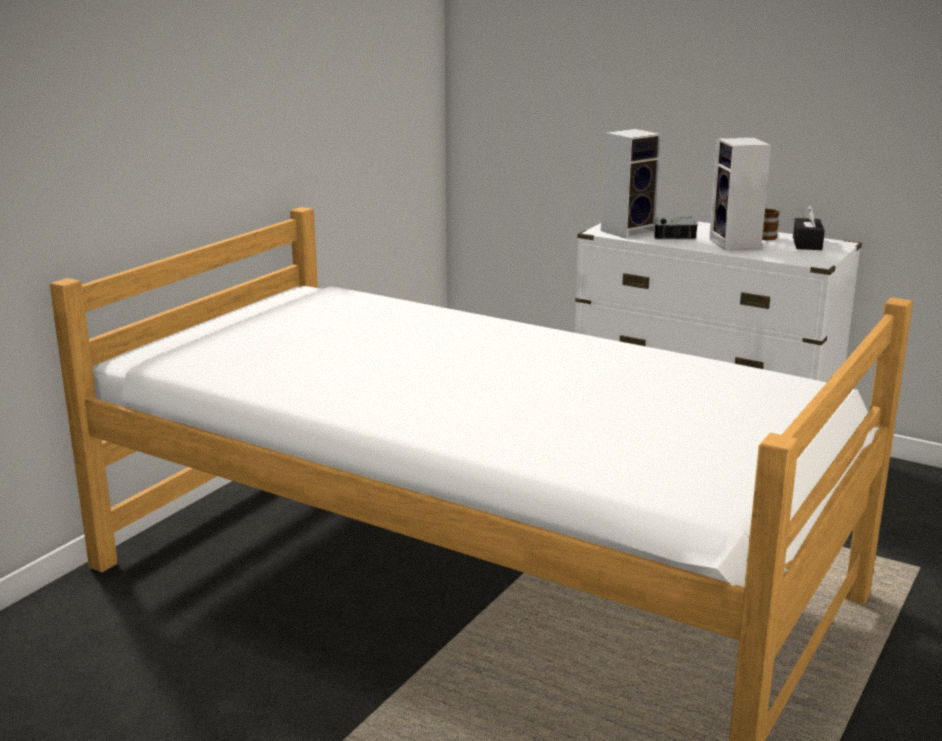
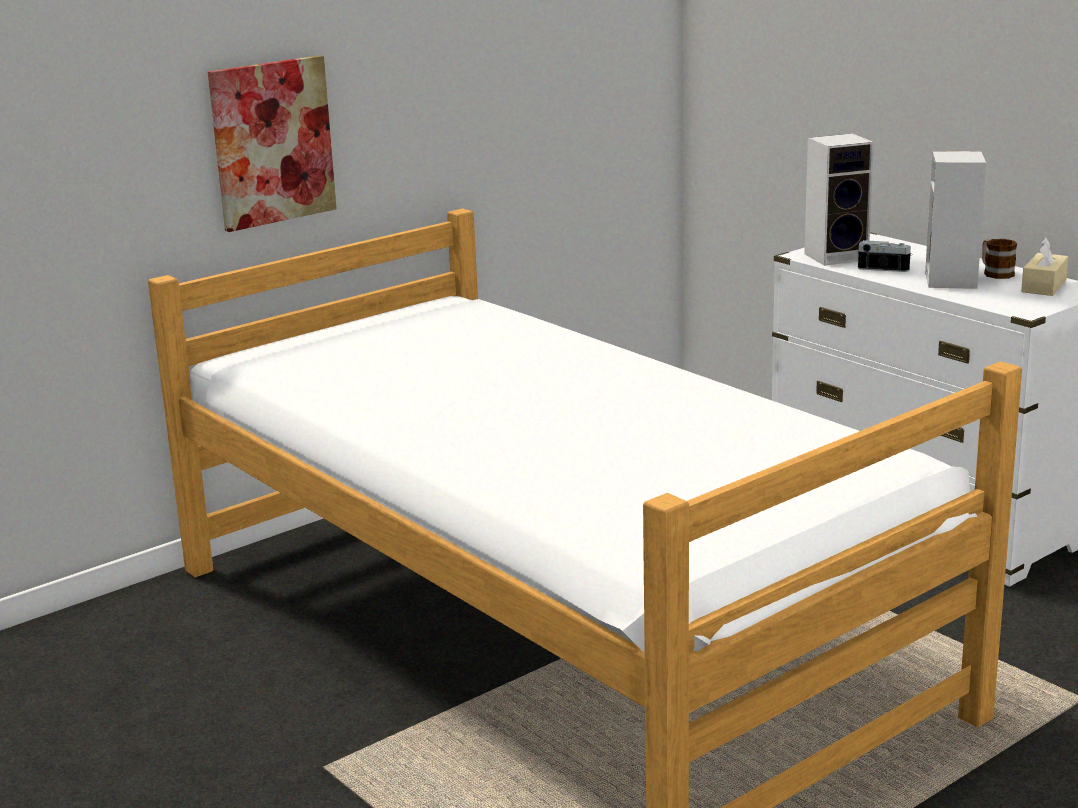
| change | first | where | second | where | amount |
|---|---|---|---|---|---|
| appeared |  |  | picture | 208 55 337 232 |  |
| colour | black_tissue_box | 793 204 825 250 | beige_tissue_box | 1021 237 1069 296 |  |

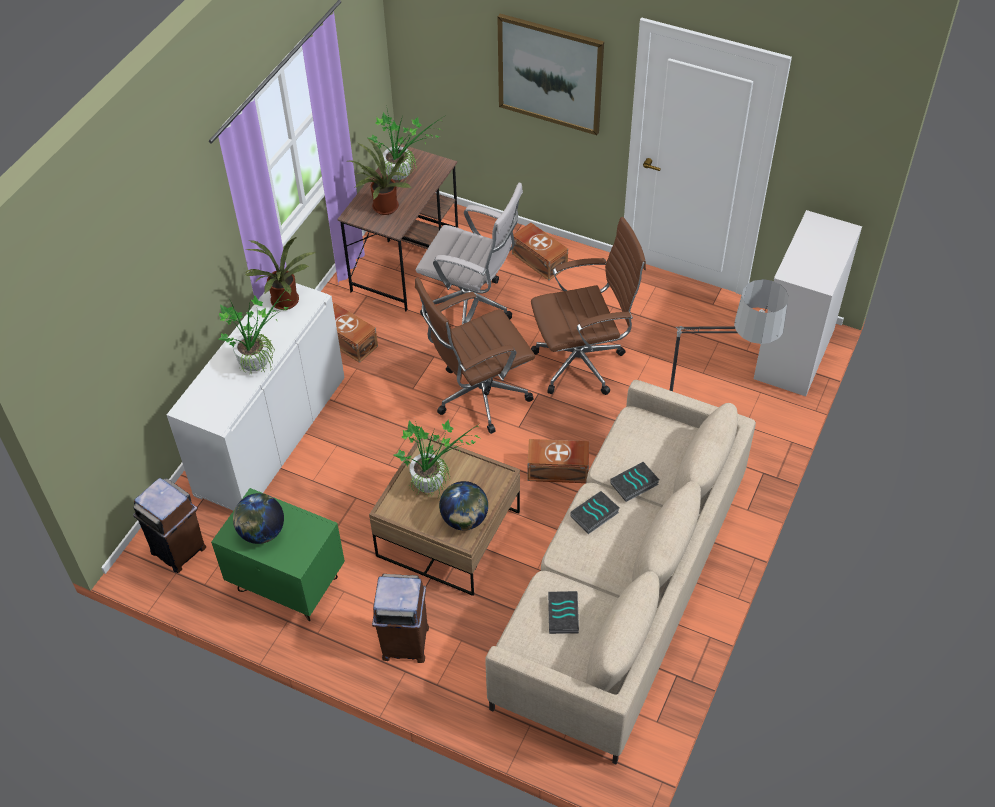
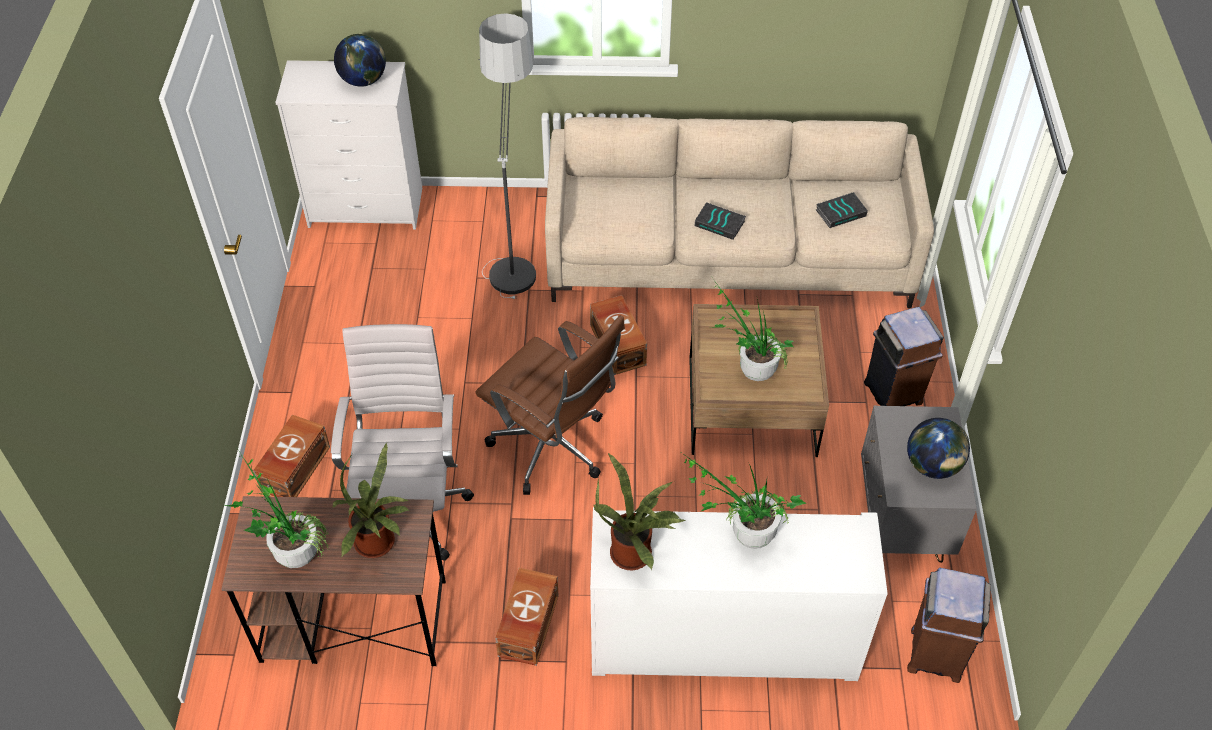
| change | first | where | second | where | amount |
|---|---|---|---|---|---|
| relocated | globe | 439 481 488 531 |  | 334 34 386 87 |  |
| colour | green_nightstand | 211 488 345 621 | grey_nightstand | 861 406 977 563 |  |
| missing | picture | 497 14 604 135 |  |  |  |
| missing | brown_office_chair | 531 217 646 395 |  |  |  |
| missing | book | 610 462 659 502 |  |  |  |

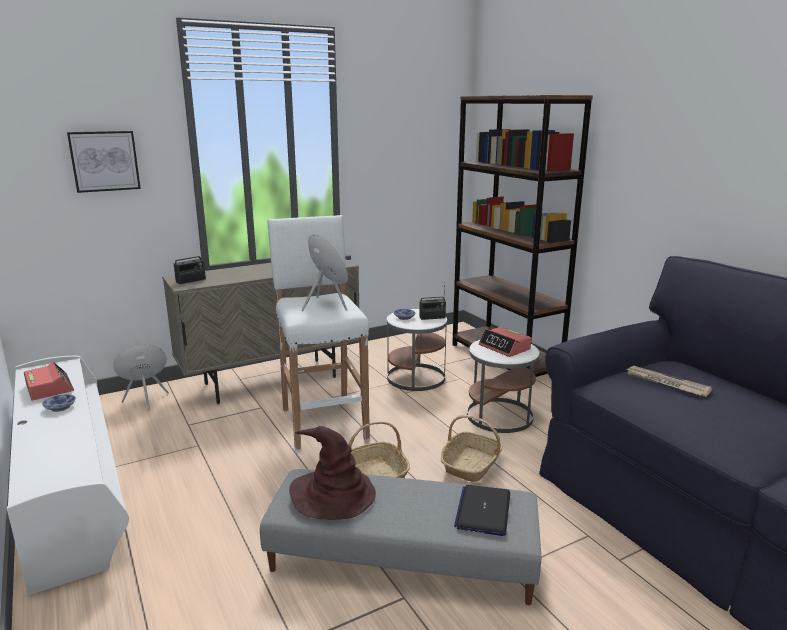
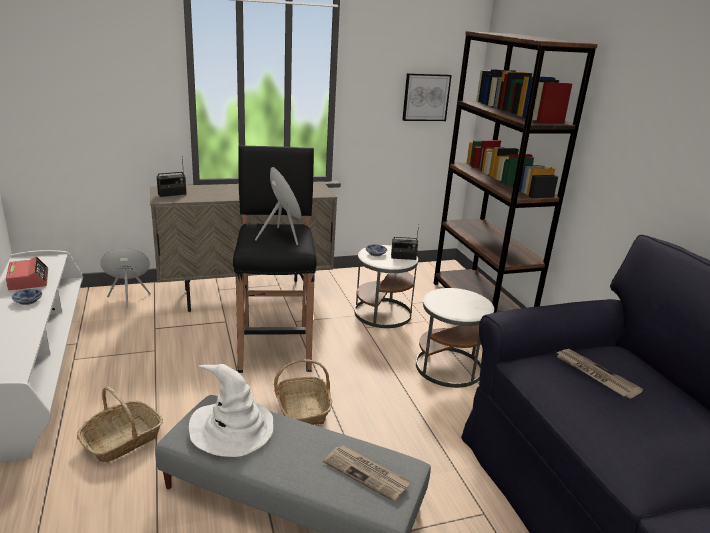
| change | first | where | second | where | amount |
|---|---|---|---|---|---|
| relocated | basket | 441 415 503 482 |  | 77 386 163 462 |  |
| colour | brown_hat | 289 426 376 520 | white_hat | 189 364 273 457 |  |
| colour | white_stool | 267 215 370 453 | black_stool | 233 145 317 373 |  |
| exchanged | laptop | 454 485 510 536 | newspaper | 323 445 411 502 |  |
| relocated | picture | 67 131 141 193 |  | 402 73 452 121 |  |
| missing | alarm_clock | 479 327 531 357 |  |  |  |

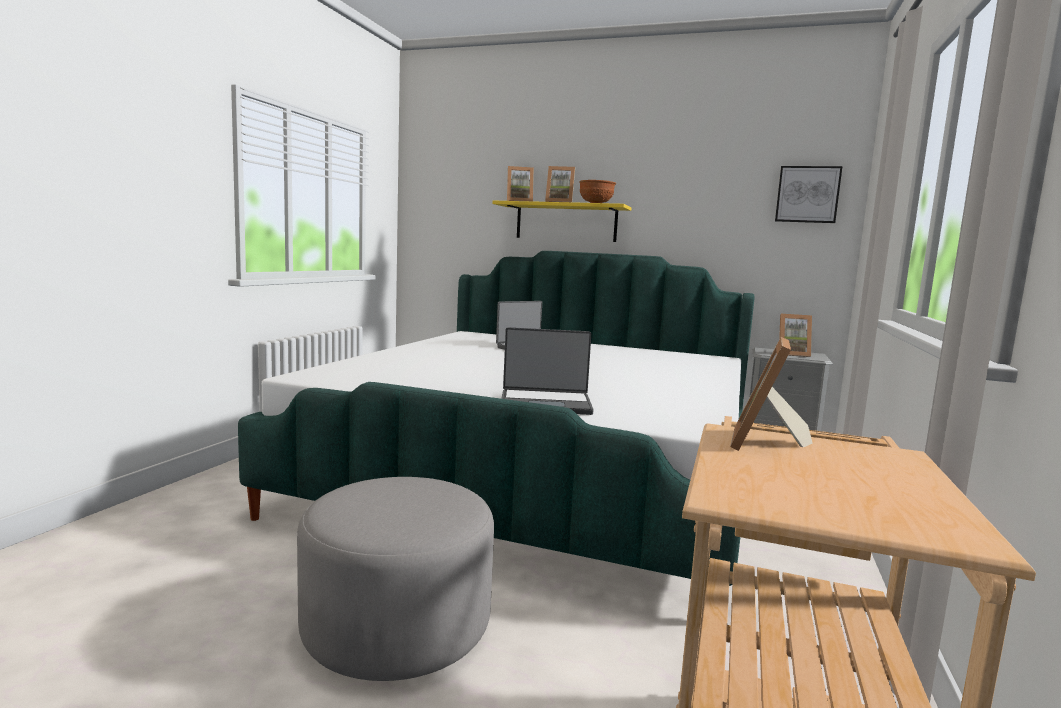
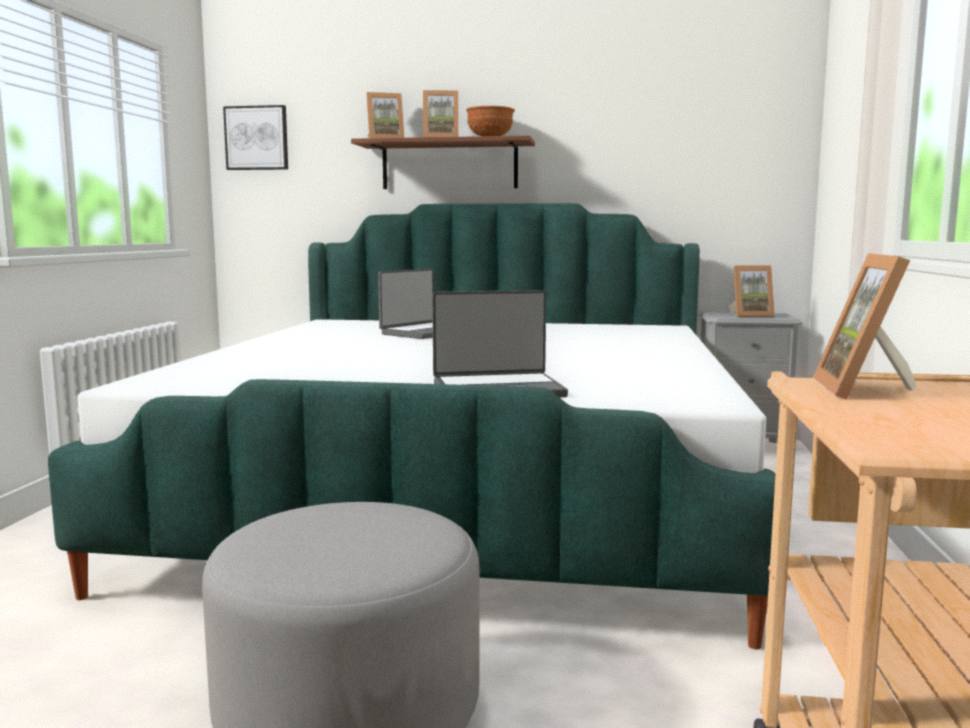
| change | first | where | second | where | amount |
|---|---|---|---|---|---|
| relocated | picture | 775 166 843 223 |  | 223 105 288 170 |  |
| colour | yellow_shelf | 492 200 632 242 | brown_shelf | 351 136 535 189 |  |

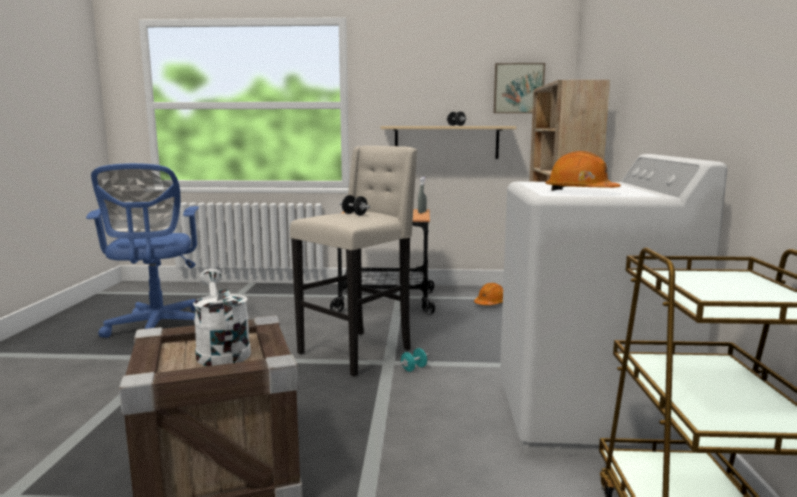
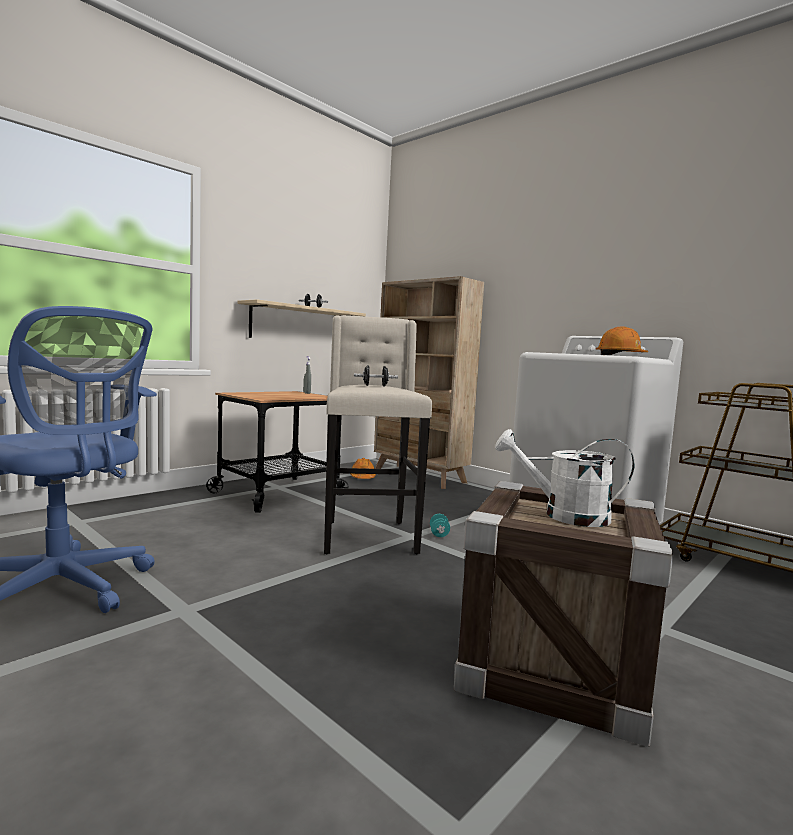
| change | first | where | second | where | amount |
|---|---|---|---|---|---|
| missing | picture | 494 63 545 113 |  |  |  |

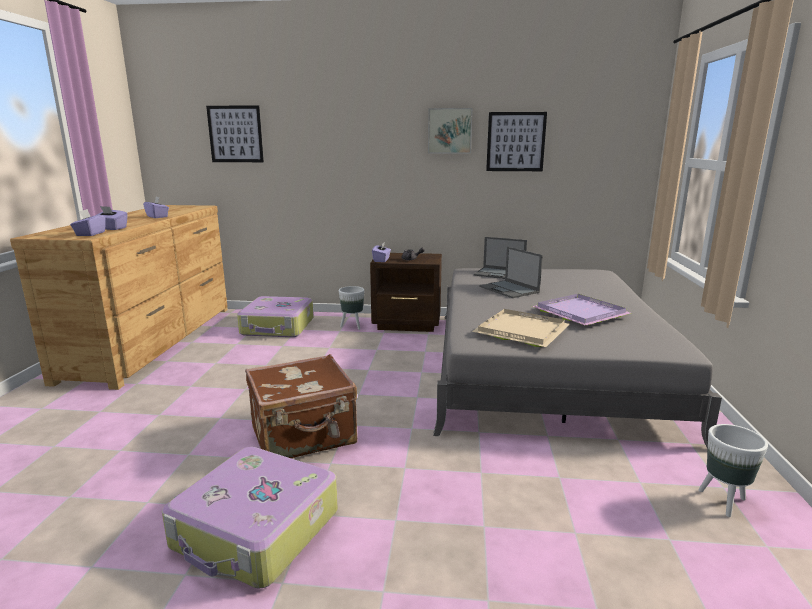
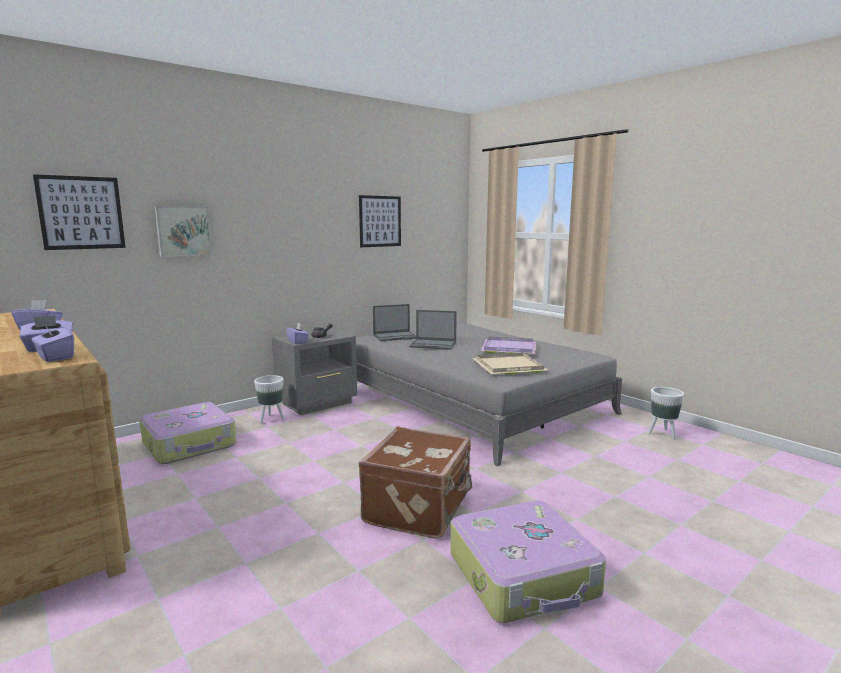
| change | first | where | second | where | amount |
|---|---|---|---|---|---|
| relocated | picture | 428 108 472 154 |  | 154 206 212 257 |  |
| colour | brown_nightstand | 370 253 442 332 | grey_nightstand | 272 328 357 415 |  |

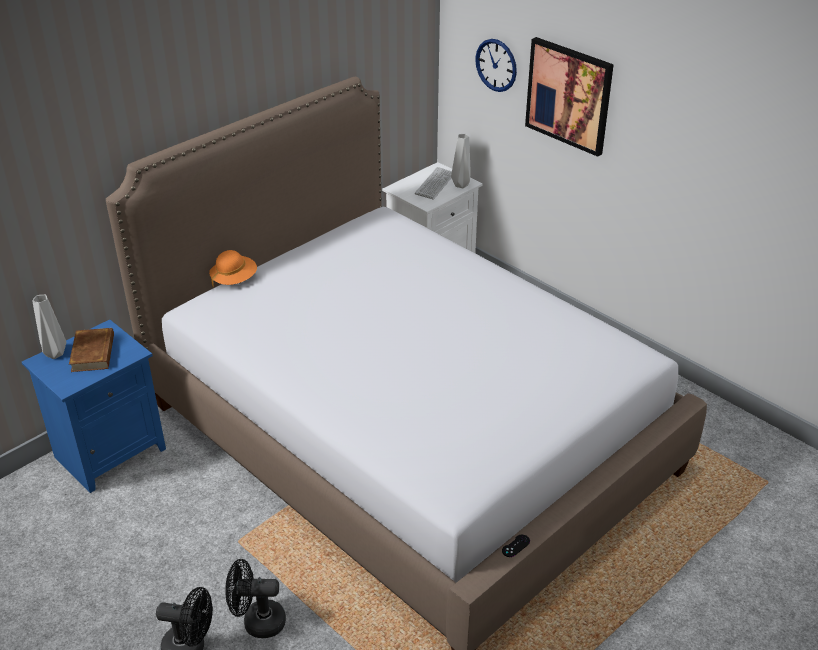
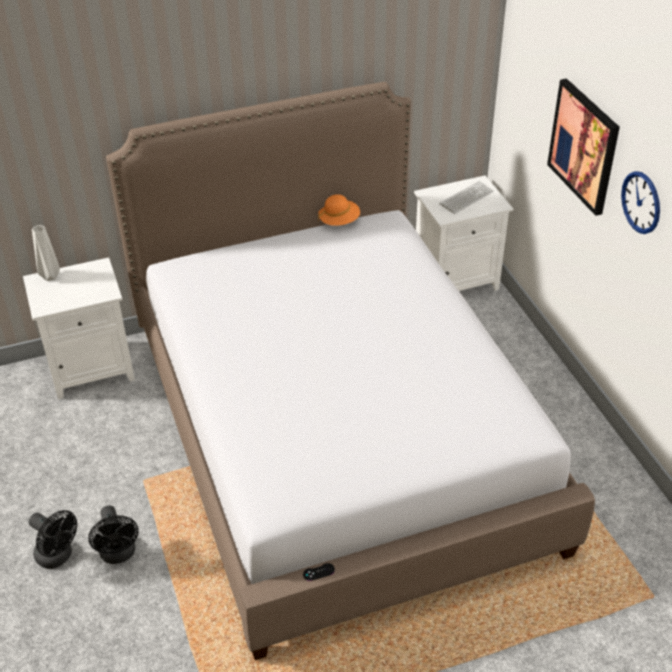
| change | first | where | second | where | amount |
|---|---|---|---|---|---|
| colour | blue_nightstand | 22 320 166 493 | white_nightstand | 23 257 135 400 |  |
| spun | black_fan | 225 559 286 638 |  | 88 505 139 564 | 135 degrees counterclockwise |
| relocated | orange_hat | 209 250 257 287 |  | 318 194 360 226 |  |
| relocated | wall_clock | 475 39 517 92 |  | 621 171 660 234 |  |
| missing | brown_book | 69 328 114 372 |  |  |  |
| missing | grey_vase | 451 134 471 188 |  |  |  |

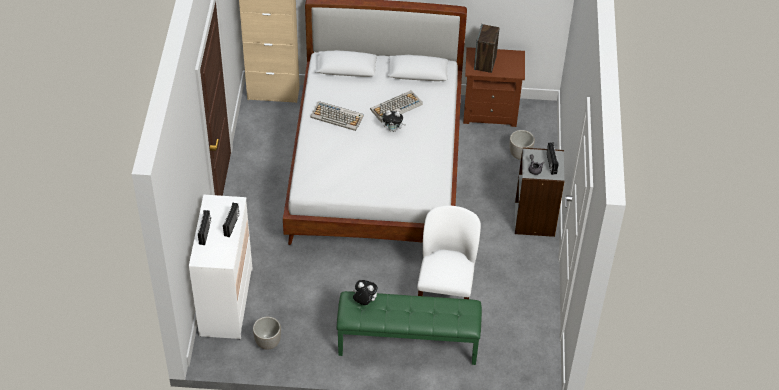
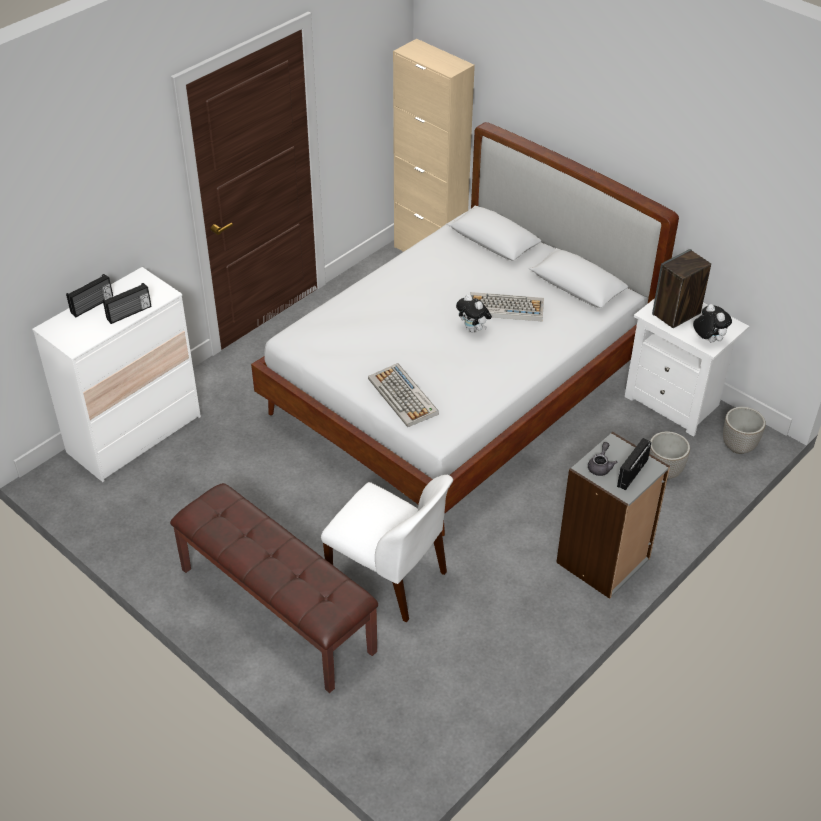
| change | first | where | second | where | amount |
|---|---|---|---|---|---|
| colour | green_bench | 337 291 482 365 | brown_bench | 170 483 378 693 |  |
| spun | white_chair | 417 206 481 299 |  | 321 475 453 622 | 75 degrees clockwise |
| relocated | keyboard | 310 101 364 131 |  | 368 363 439 427 |  |
| colour | brown_nightstand | 463 47 525 127 | white_nightstand | 625 298 749 437 |  |
| relocated | plush_toy | 352 280 378 305 |  | 693 304 732 342 |  |
| relocated | planter | 253 317 281 350 |  | 723 407 766 454 |  |

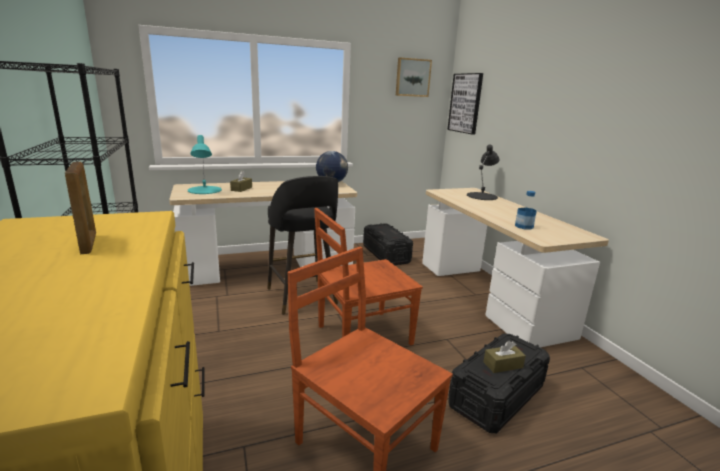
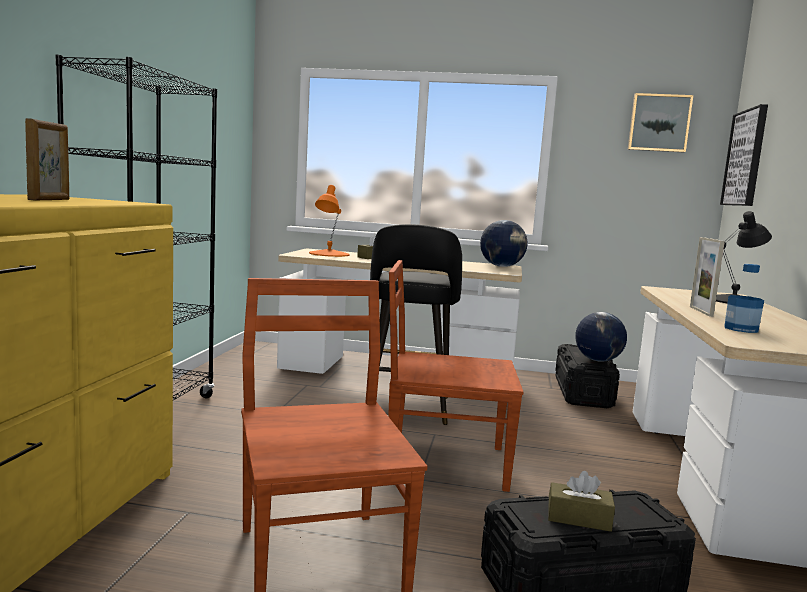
| change | first | where | second | where | amount |
|---|---|---|---|---|---|
| colour | turquoise_table_lamp | 188 135 222 194 | orange_table_lamp | 309 185 349 257 |  |
| appeared |  |  | globe | 575 312 627 362 |  |
| appeared |  |  | picture_frame | 690 237 725 317 |  |

